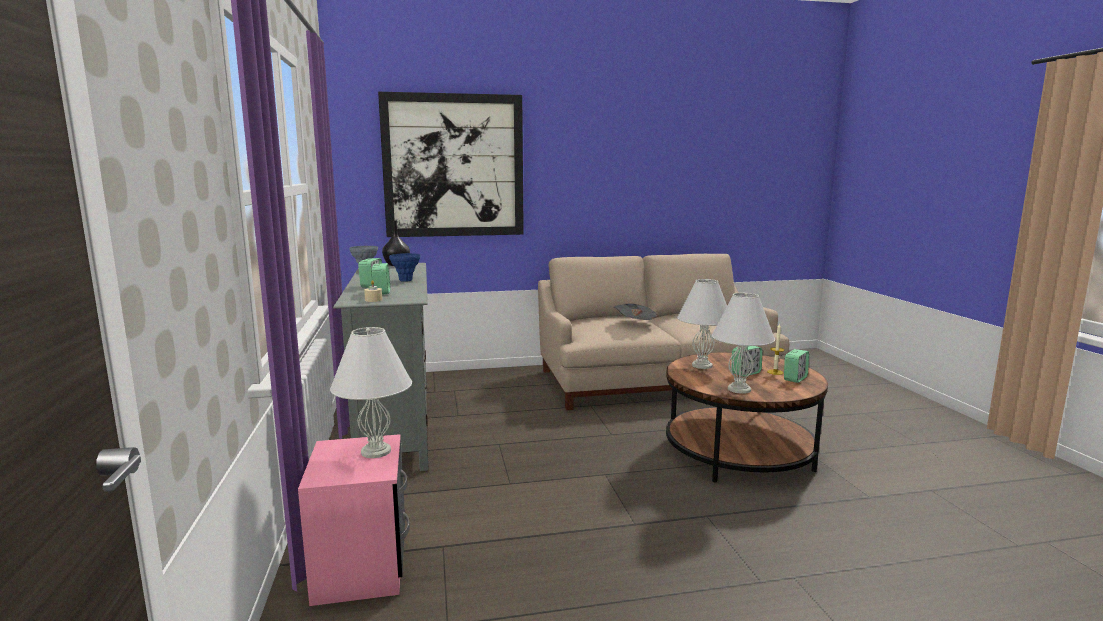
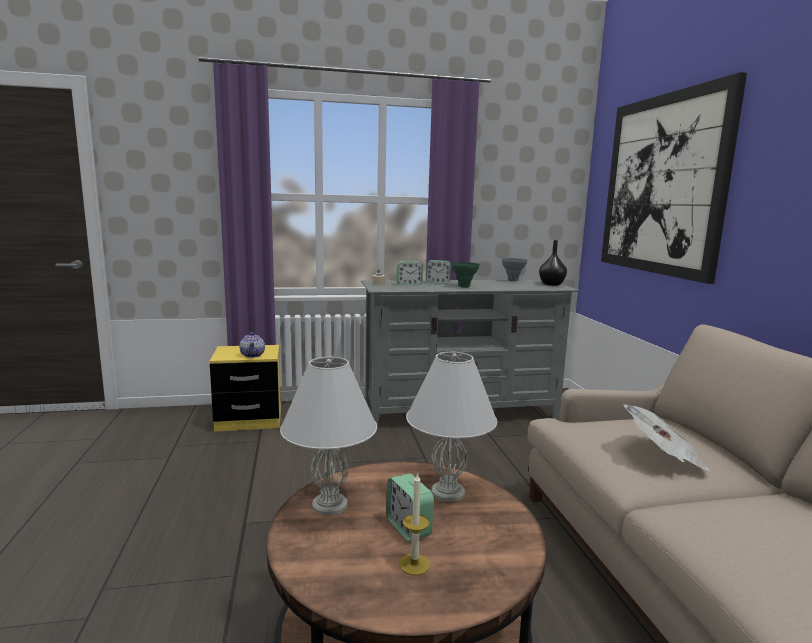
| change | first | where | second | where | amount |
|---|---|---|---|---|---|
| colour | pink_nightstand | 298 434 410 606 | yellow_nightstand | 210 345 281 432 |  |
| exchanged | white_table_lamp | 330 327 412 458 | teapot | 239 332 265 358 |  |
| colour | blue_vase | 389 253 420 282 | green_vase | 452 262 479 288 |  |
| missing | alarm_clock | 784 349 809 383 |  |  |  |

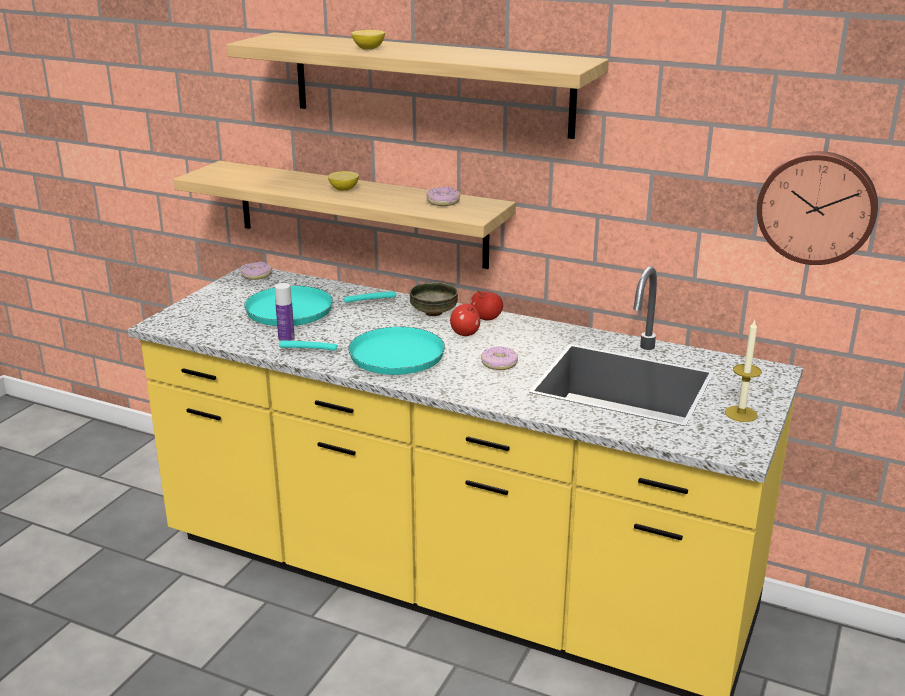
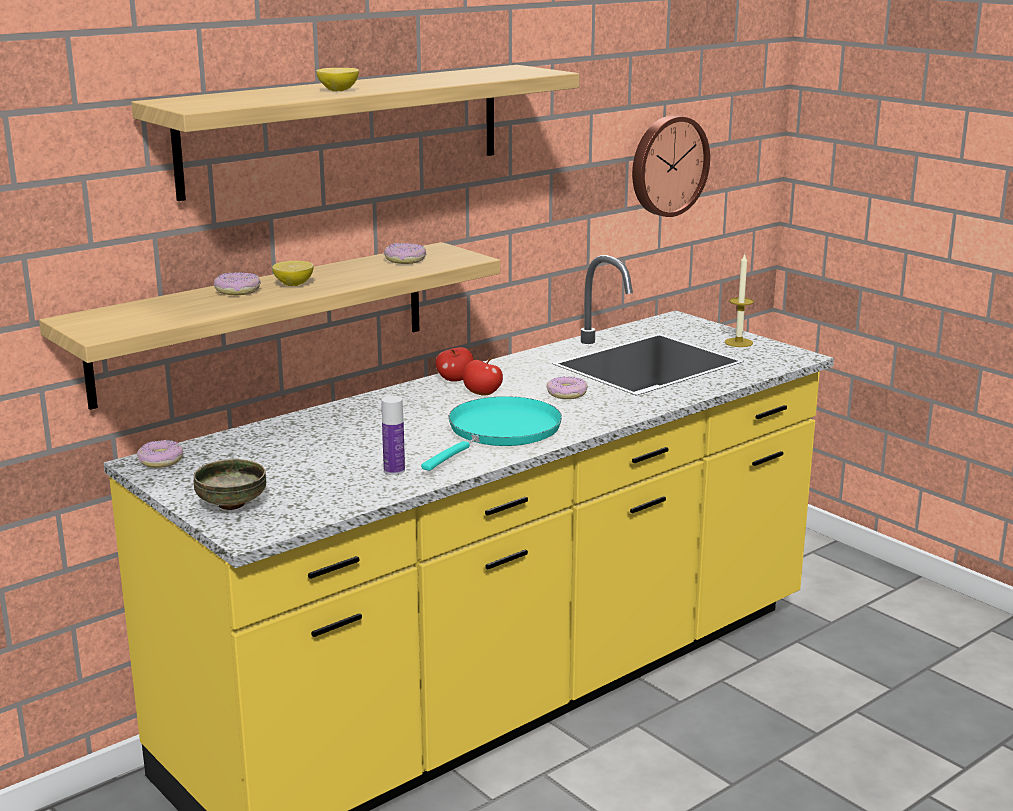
| change | first | where | second | where | amount |
|---|---|---|---|---|---|
| relocated | bowl | 410 282 458 316 |  | 194 459 266 510 |  |
| appeared |  |  | donut | 214 272 261 295 |  |
| missing | turquoise_frying_pan | 244 286 396 326 |  |  |  |

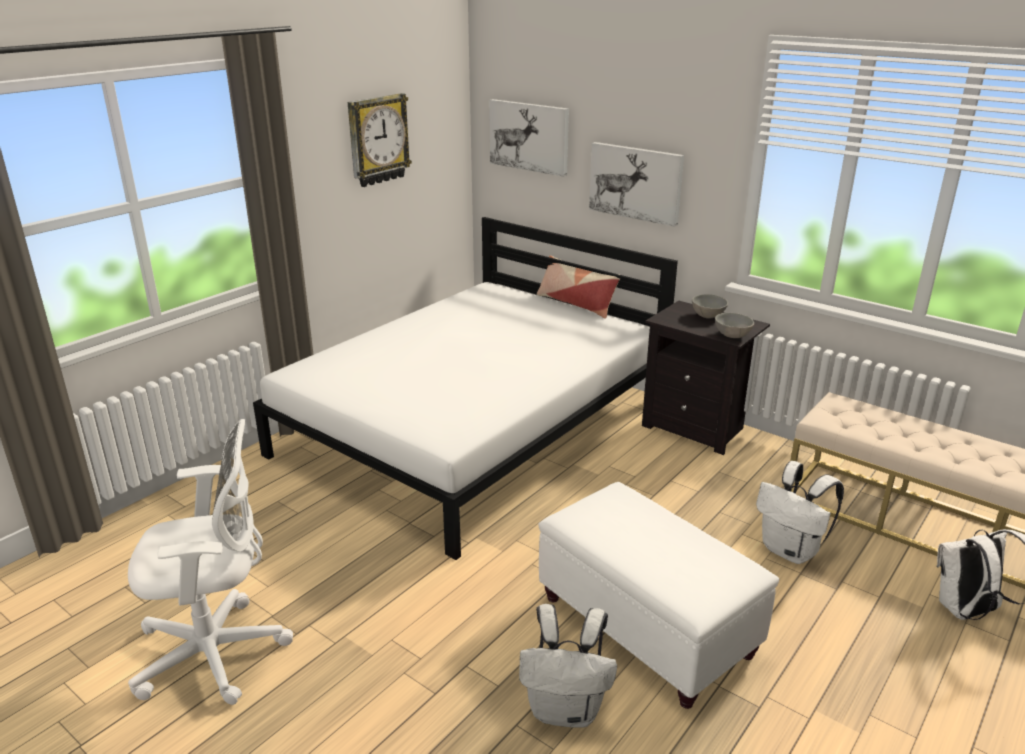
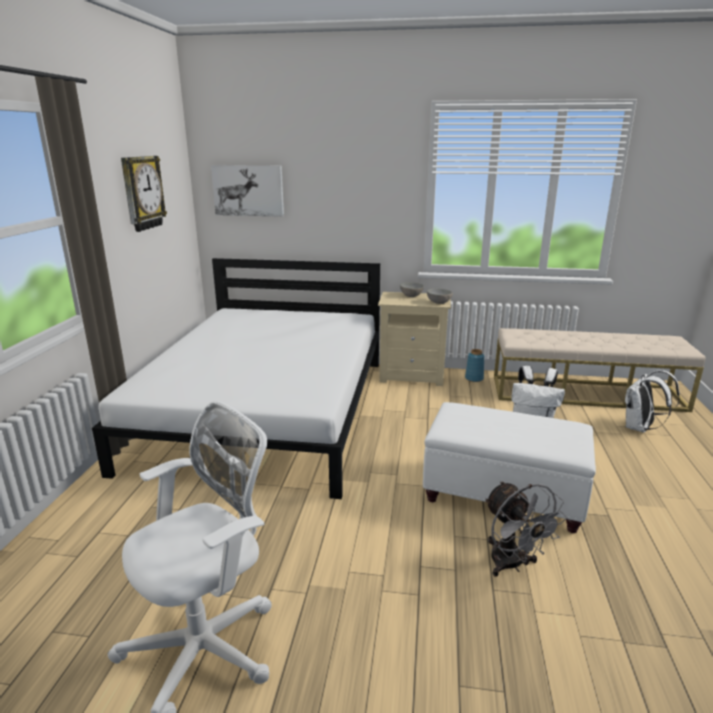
| change | first | where | second | where | amount |
|---|---|---|---|---|---|
| colour | black_nightstand | 642 301 770 455 | beige_nightstand | 378 292 451 386 |  |
| appeared |  |  | blue_vase | 465 349 484 382 |  |
| exchanged | white_backpack | 519 604 617 728 | grey_fan | 485 481 567 577 |  |
| missing | pillow | 537 255 620 319 |  |  |  |
| missing | picture | 589 142 684 227 |  |  |  |

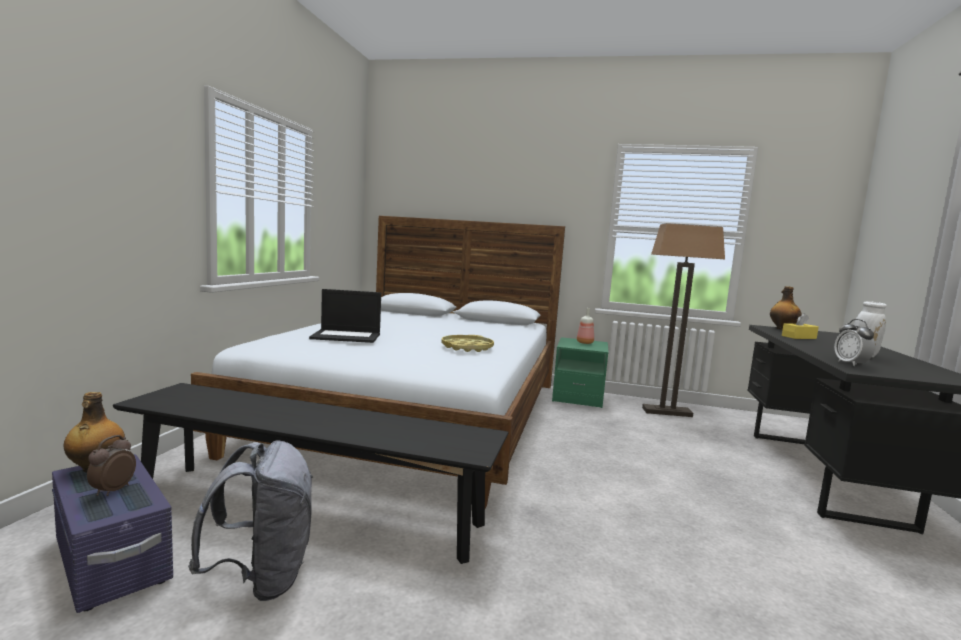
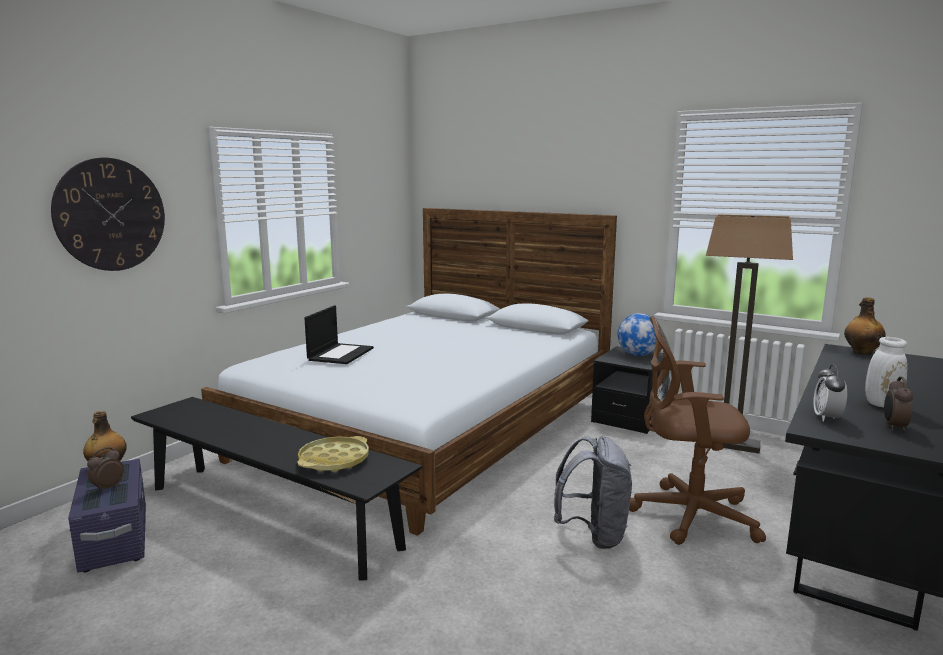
| change | first | where | second | where | amount |
|---|---|---|---|---|---|
| appeared |  |  | wall_clock | 51 158 165 271 |  |
| relocated | yellow_tray | 441 335 494 352 |  | 297 436 369 472 |  |
| spun | laptop | 309 289 381 343 |  | 305 305 374 364 | 90 degrees counterclockwise |
| relocated | grey_backpack | 188 440 313 601 |  | 554 436 632 549 |  |
| colour | green_nightstand | 552 337 608 408 | black_nightstand | 591 346 667 434 |  |
| exchanged | bottle | 577 308 594 344 | globe | 617 313 656 356 |  |
| appeared |  |  | brown_office_chair | 629 316 766 545 |  |
| appeared |  |  | alarm_clock | 884 376 913 431 |  |
| missing | yellow_tissue_box | 782 313 819 339 |  |  |  |

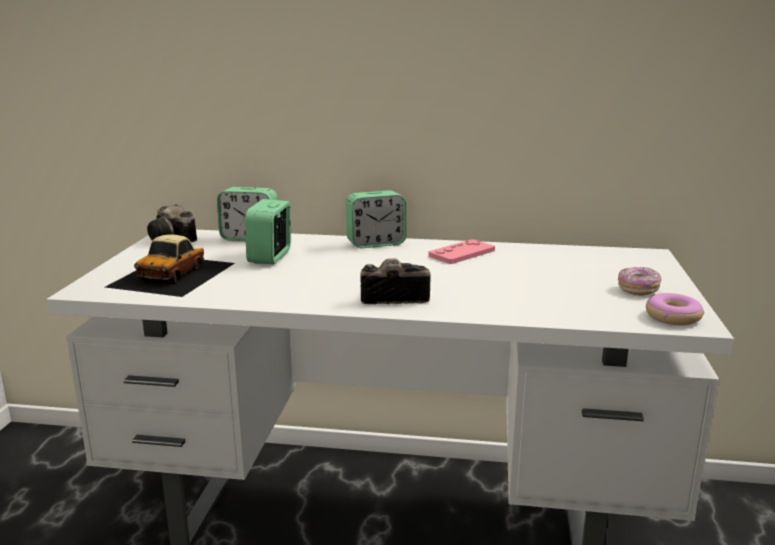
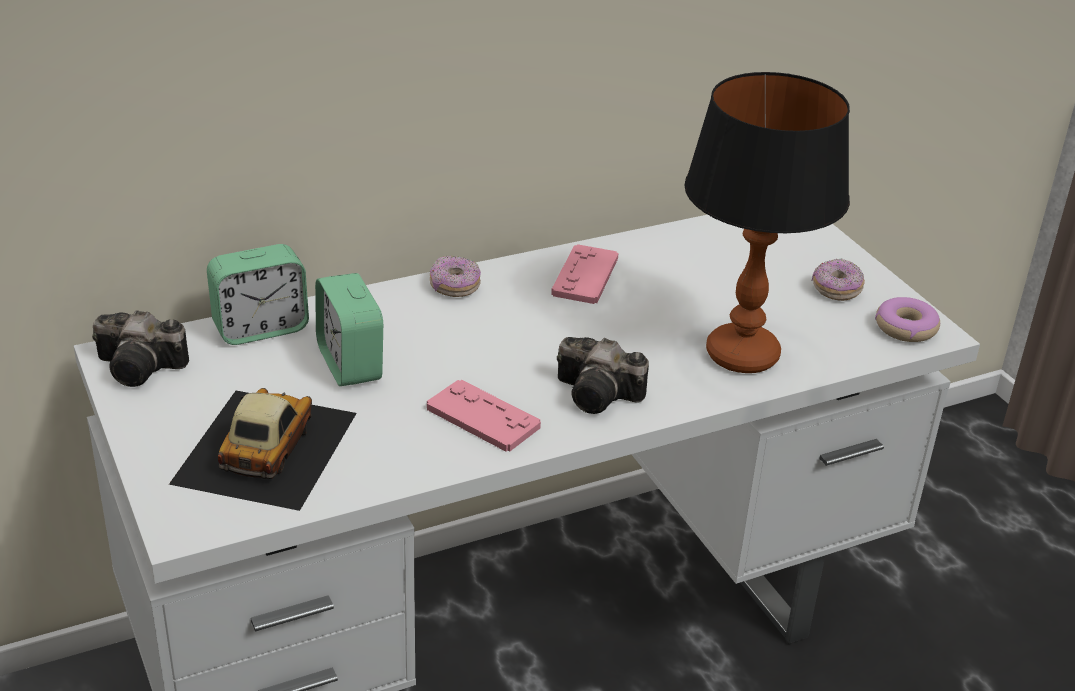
| change | first | where | second | where | amount |
|---|---|---|---|---|---|
| spun | toy_car | 106 234 235 297 |  | 169 388 357 511 | 150 degrees counterclockwise |
| appeared |  |  | pink_game_controller | 427 380 541 452 |  |
| exchanged | alarm_clock | 346 190 406 248 | donut | 430 256 481 297 |  |
| spun | photo_camera | 360 258 431 304 |  | 557 337 649 414 | 120 degrees counterclockwise |
| appeared |  |  | table_lamp | 684 72 850 373 |  |

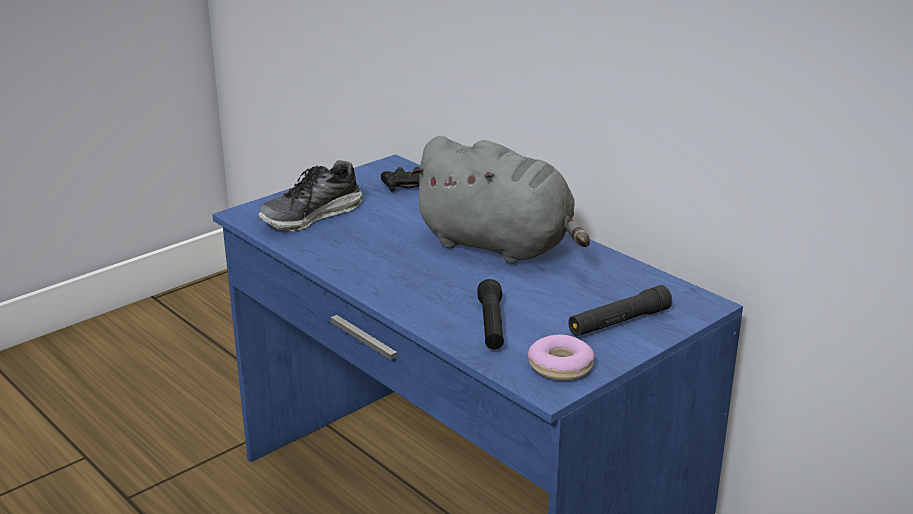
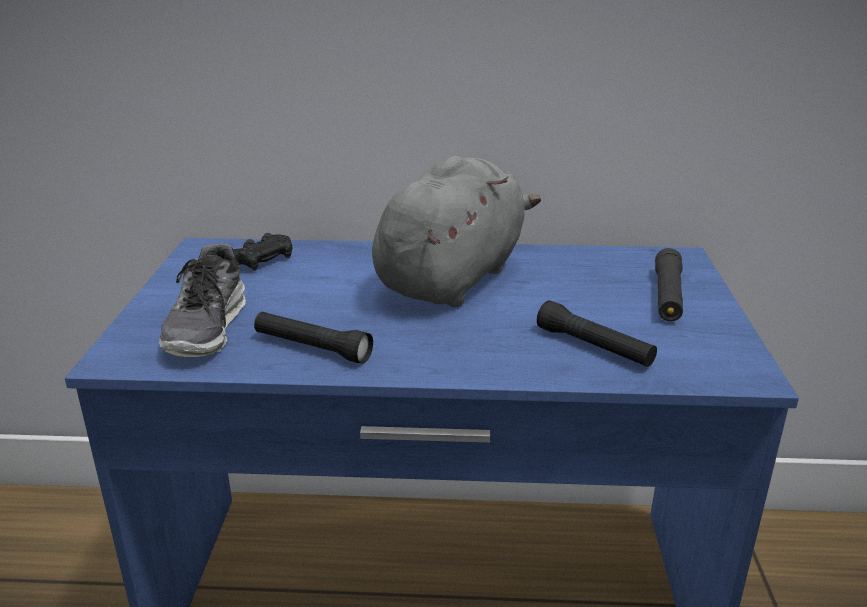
| change | first | where | second | where | amount |
|---|---|---|---|---|---|
| appeared |  |  | black_flashlight | 254 312 373 364 |  |
| spun | grey_plush_toy | 408 136 590 264 |  | 372 156 541 307 | 45 degrees counterclockwise |
| missing | donut | 528 335 594 380 |  |  |  |

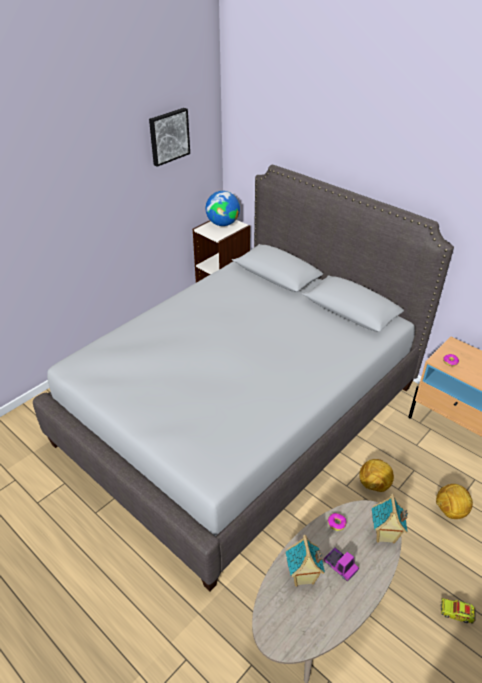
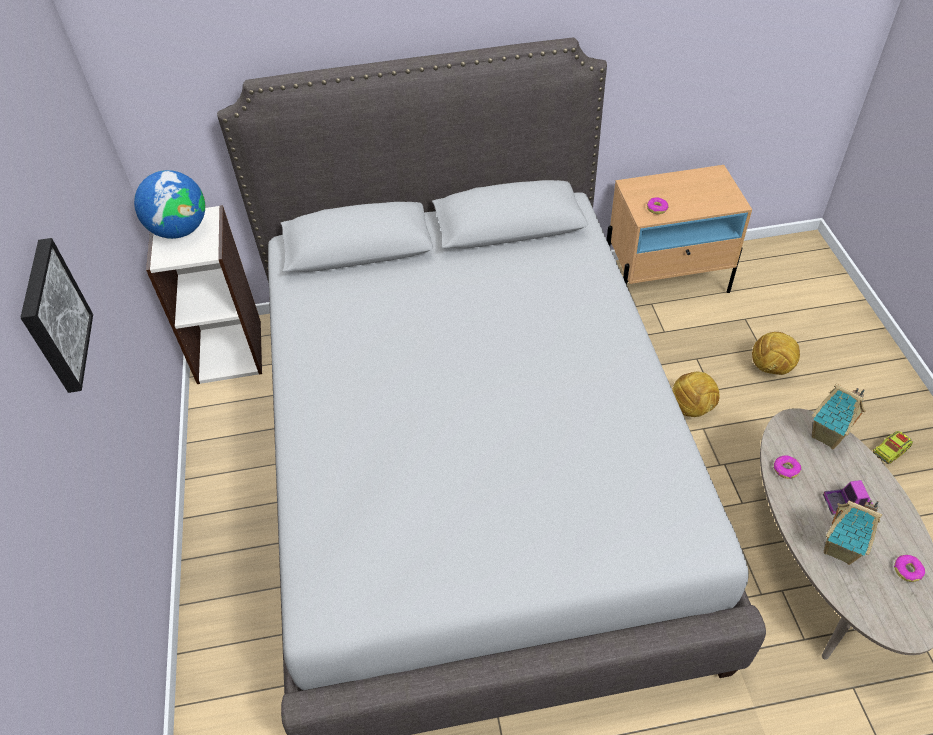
| change | first | where | second | where | amount |
|---|---|---|---|---|---|
| relocated | picture | 149 108 190 167 |  | 20 238 93 393 |  |
| appeared |  |  | donut | 894 555 925 582 |  |

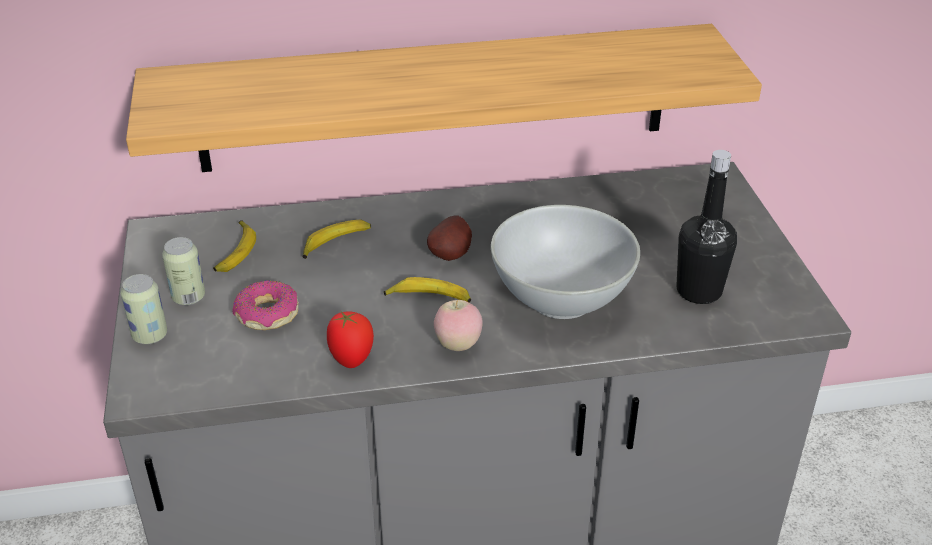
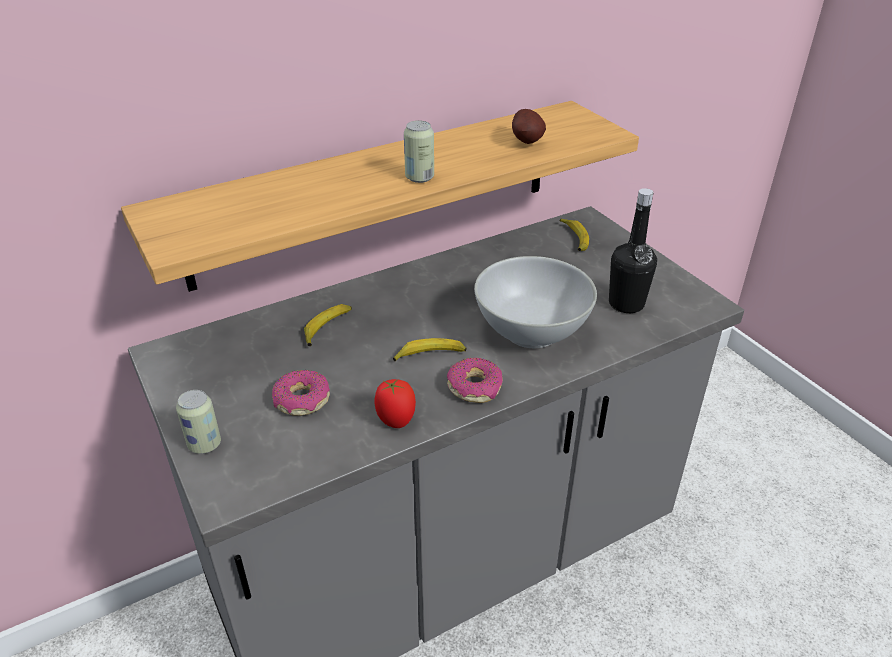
| change | first | where | second | where | amount |
|---|---|---|---|---|---|
| relocated | can | 162 237 205 305 |  | 404 120 434 183 |  |
| exchanged | apple | 434 300 483 351 | donut | 447 358 503 403 |  |
| relocated | potato | 427 215 472 261 |  | 512 109 546 144 |  |
| relocated | banana | 213 220 256 272 |  | 559 218 589 251 |  |

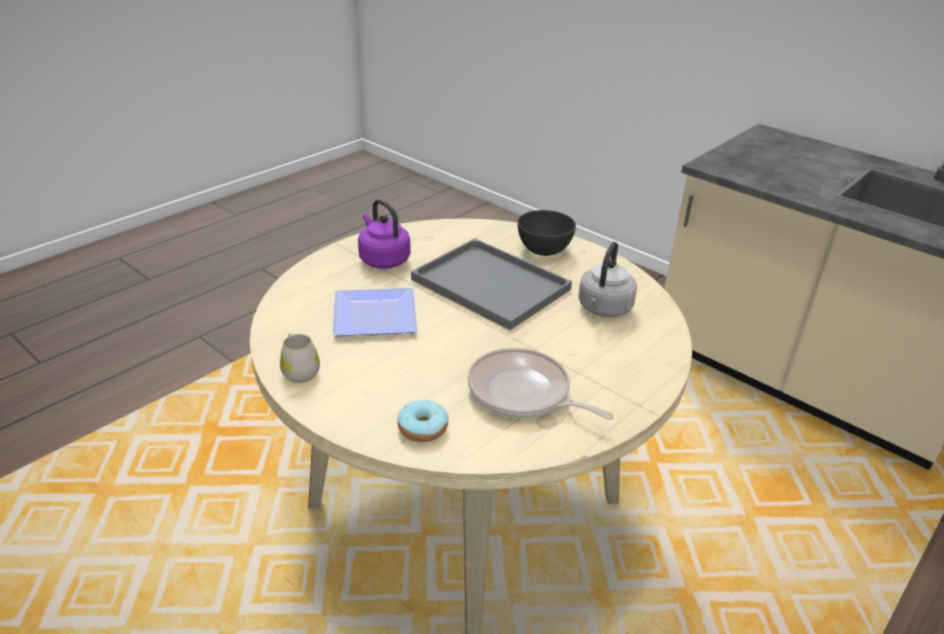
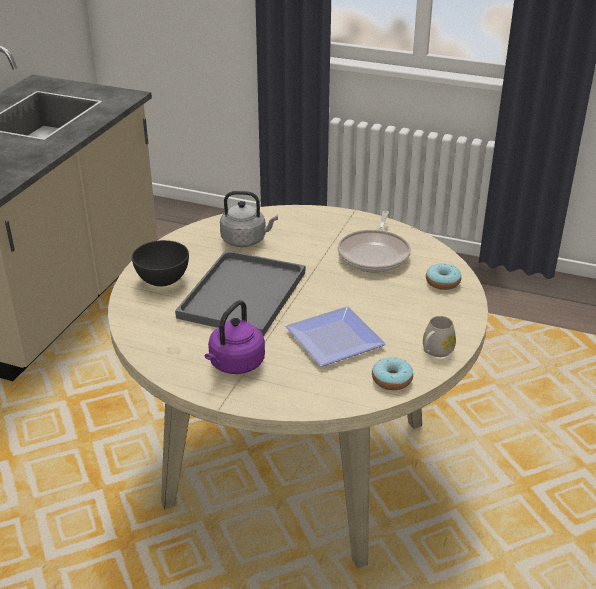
| change | first | where | second | where | amount |
|---|---|---|---|---|---|
| appeared |  |  | donut | 372 357 413 390 |  |

